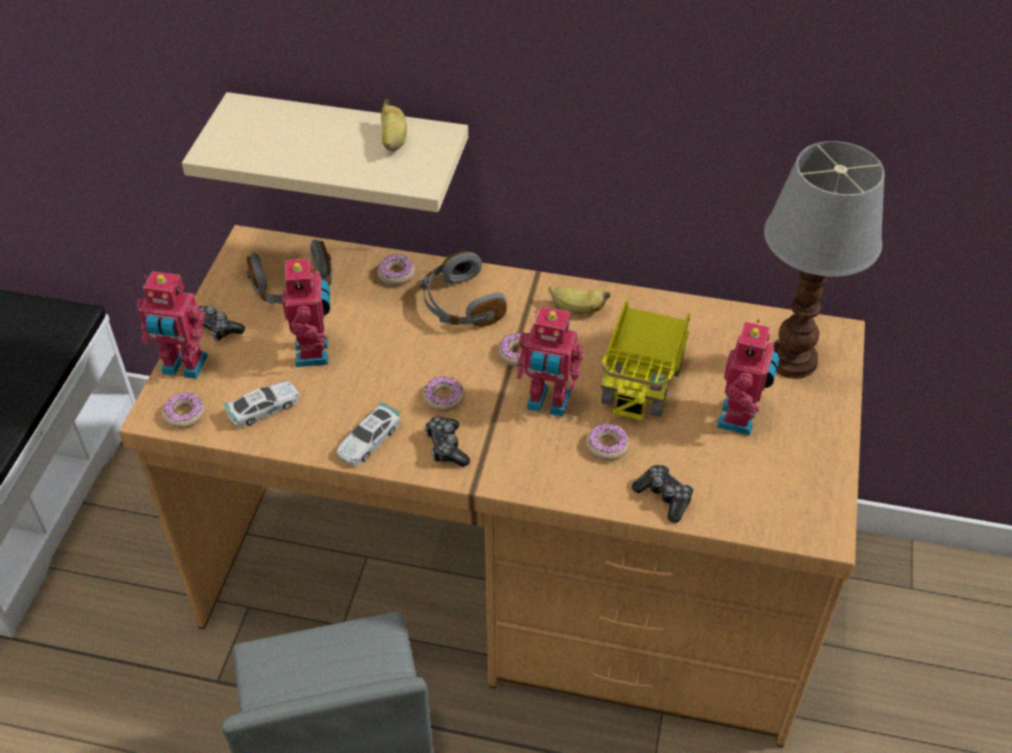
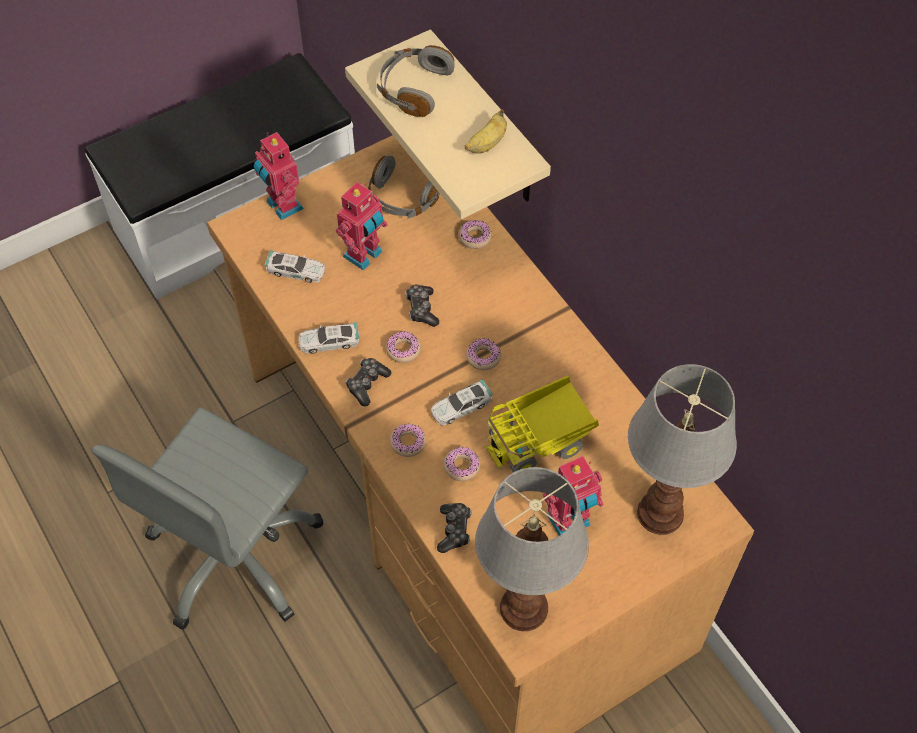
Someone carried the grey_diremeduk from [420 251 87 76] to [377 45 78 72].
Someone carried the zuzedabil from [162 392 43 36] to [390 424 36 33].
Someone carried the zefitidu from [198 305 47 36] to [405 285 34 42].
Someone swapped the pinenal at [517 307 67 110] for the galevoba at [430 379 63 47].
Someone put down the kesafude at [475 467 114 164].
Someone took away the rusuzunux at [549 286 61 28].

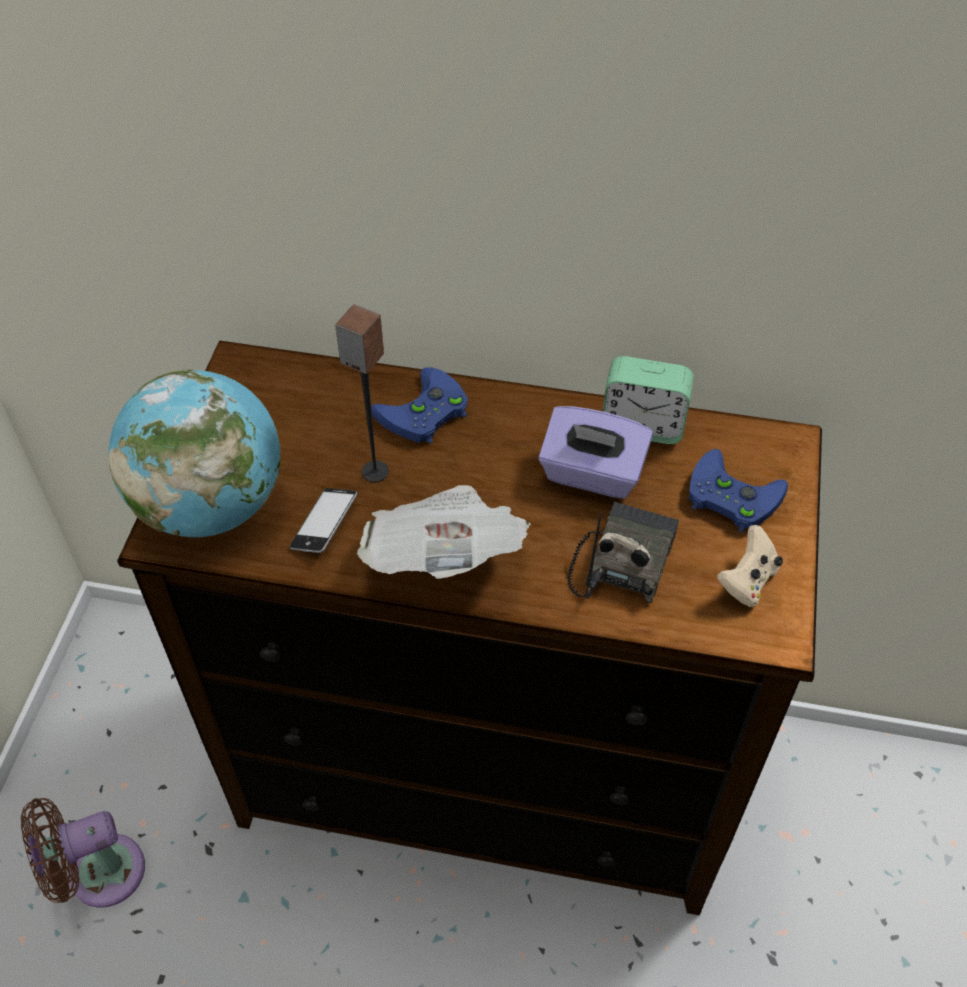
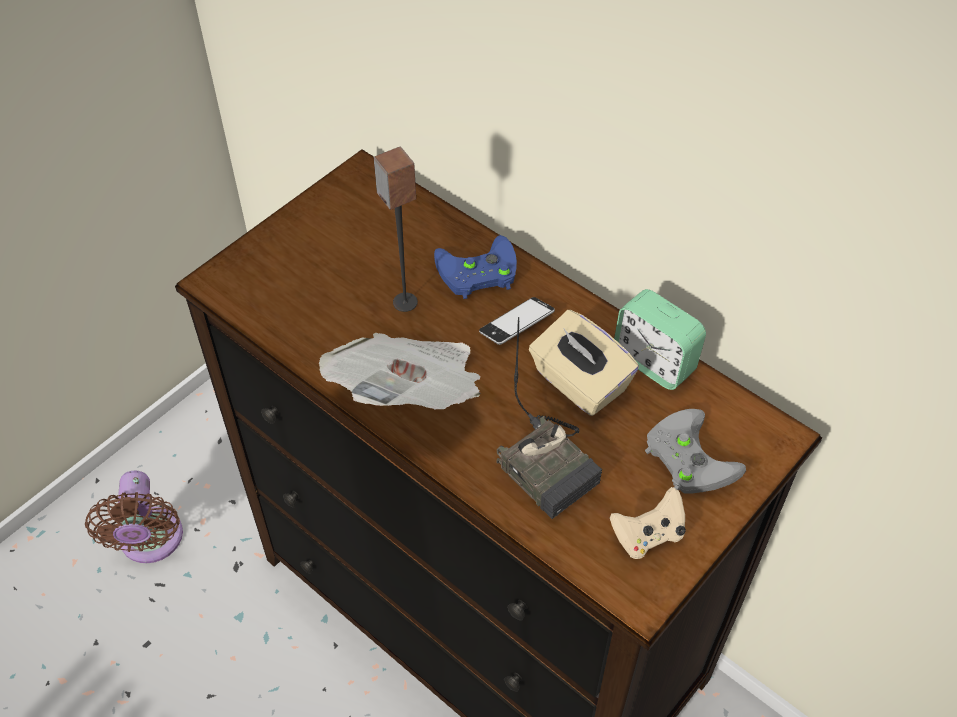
Someone rotated the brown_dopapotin at [21 798 124 110] by 105 degrees counterclockwise.
Someone carried the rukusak from [290 488 67 65] to [479 297 76 48].
Someone rotated the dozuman at [567 502 112 101] by 90 degrees clockwise.
Someone repainted the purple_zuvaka at [538 406 115 93], which became the beige_zuvaka at [529 310 110 106].
Someone repainted the blue_zefitidu at [689 449 99 83], which became the grey_zefitidu at [645 409 101 85].
Someone took away the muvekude at [109 369 172 168].

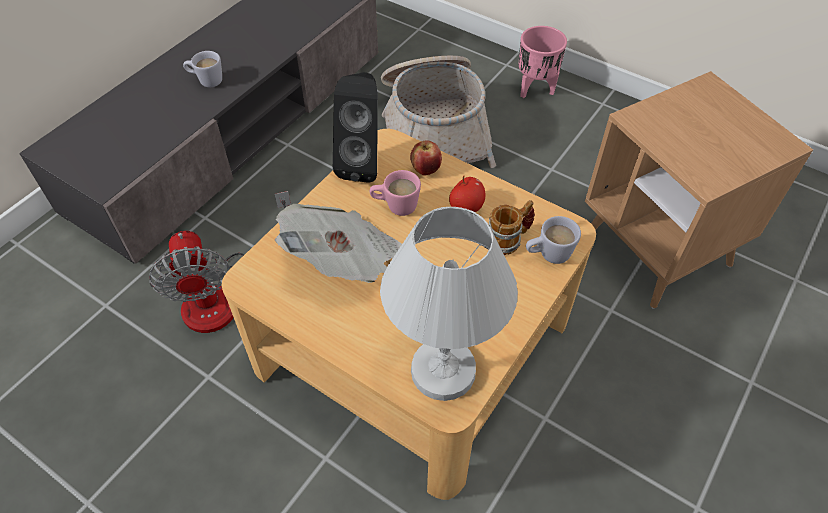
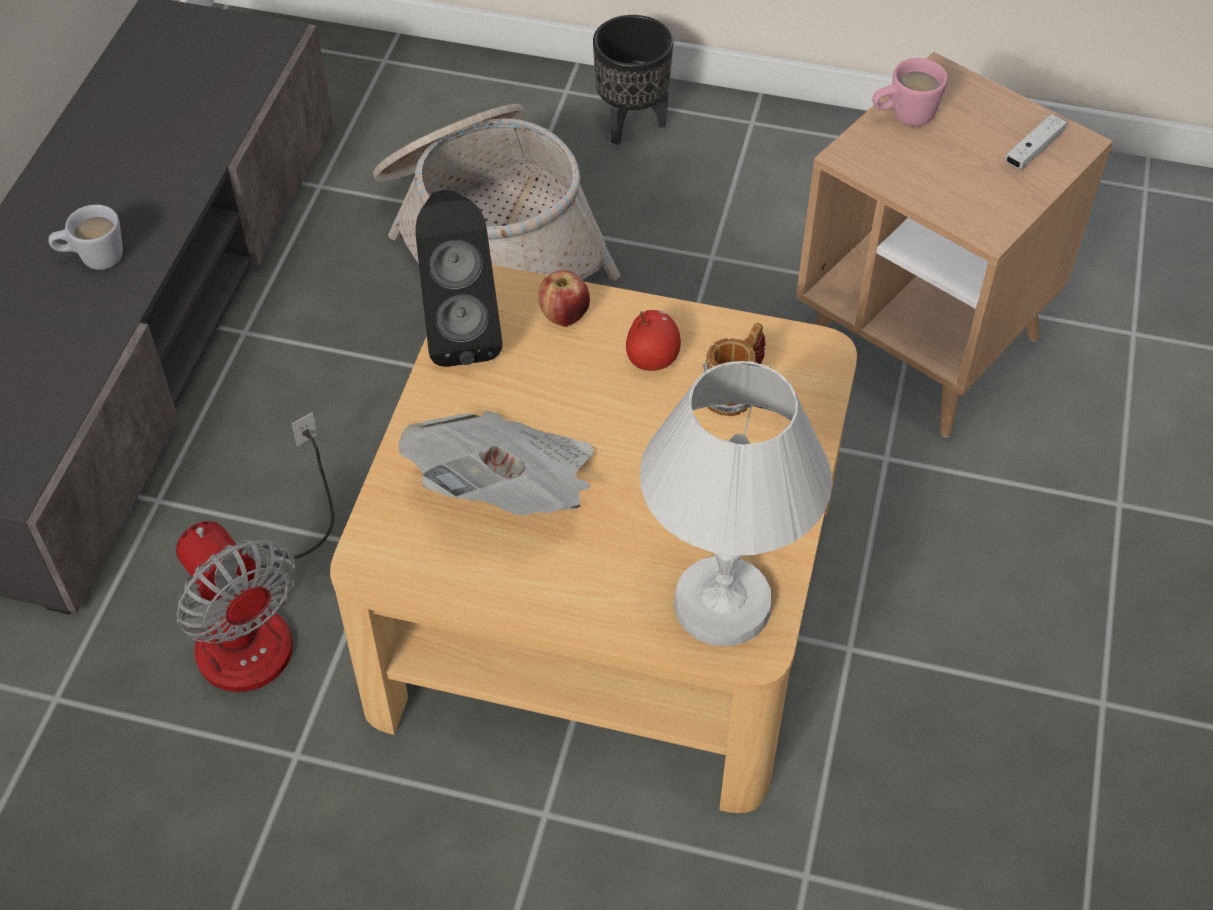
Someone repainted the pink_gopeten at [519 26 48 72], which became the black_gopeten at [593 15 80 130].
Someone carried the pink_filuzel from [370 170 51 46] to [872 58 76 68].
Someone put down the white_zefitidu at [1005 114 62 55].
Someone took away the white_filuzel at [526 216 55 48].

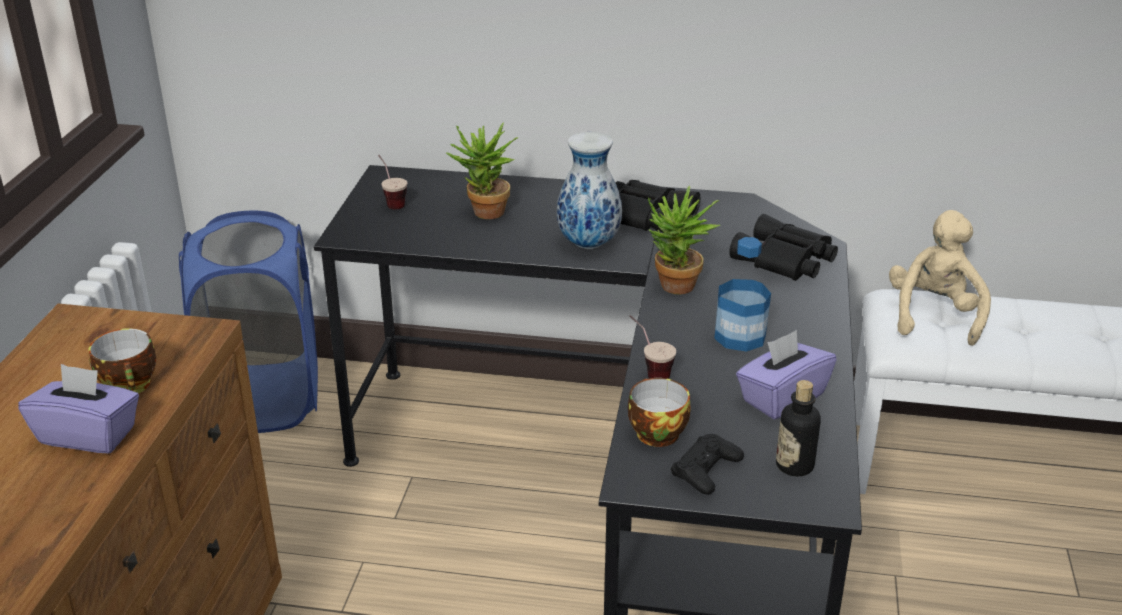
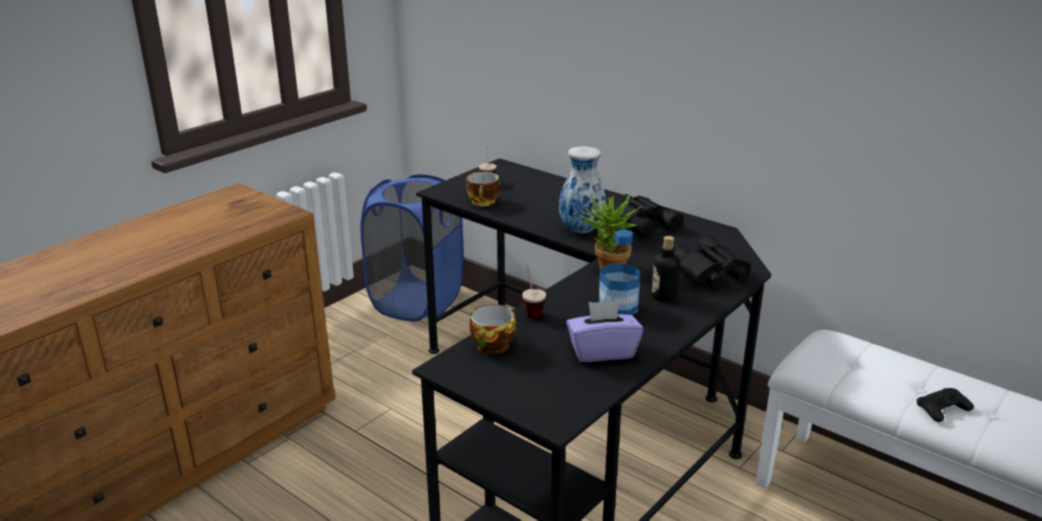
Someone carried the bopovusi from [88 328 68 65] to [466 172 34 34].
Someone carried the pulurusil from [776 380 45 96] to [652 236 28 66].
Someone carried the black_zefitidu from [671 434 73 61] to [916 388 58 34].
Someone took away the purple_zuvaka at [18 364 121 89].
Someone took away the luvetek at [446 122 73 97].
Someone took away the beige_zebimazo at [889 210 102 136].

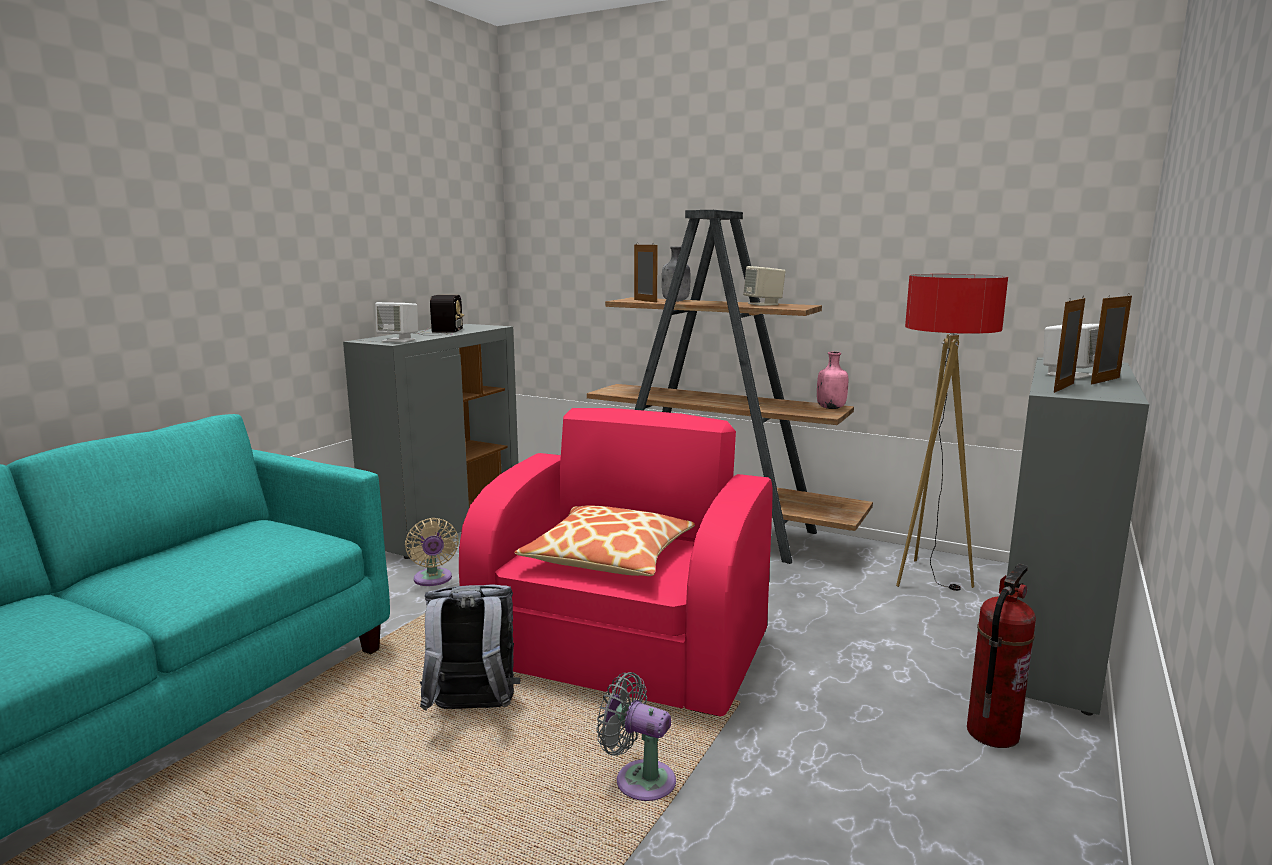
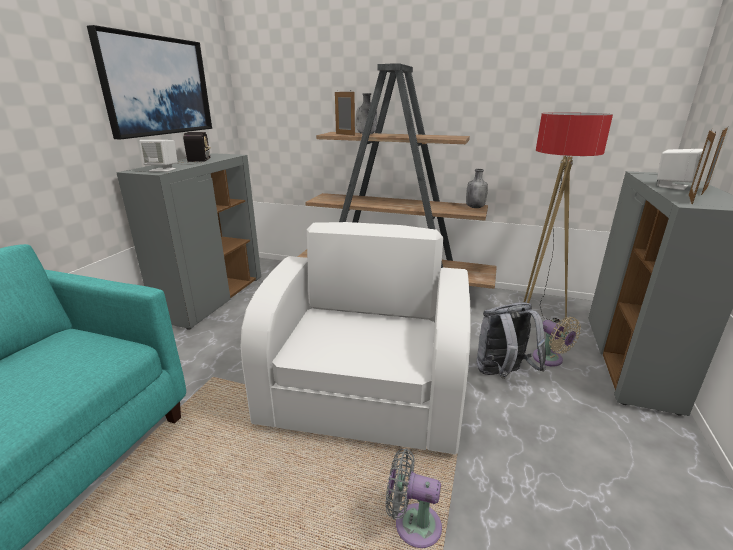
Someone put up the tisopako at [87 25 125 115].
Someone repainted the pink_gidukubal at [459 408 313 308], which became the white_gidukubal at [241 222 230 232].
Someone repainted the pink_pulurusil at [817 352 31 57], which became the grey_pulurusil at [466 169 22 39].
Someone carried the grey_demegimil from [420 584 100 127] to [476 303 70 76].
Someone carried the beige_dopapotin from [405 518 54 68] to [532 317 49 50].
Someone took away the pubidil at [515 506 180 70].
Someone took away the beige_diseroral at [743 266 42 40].
Someone took away the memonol at [967 564 69 184].

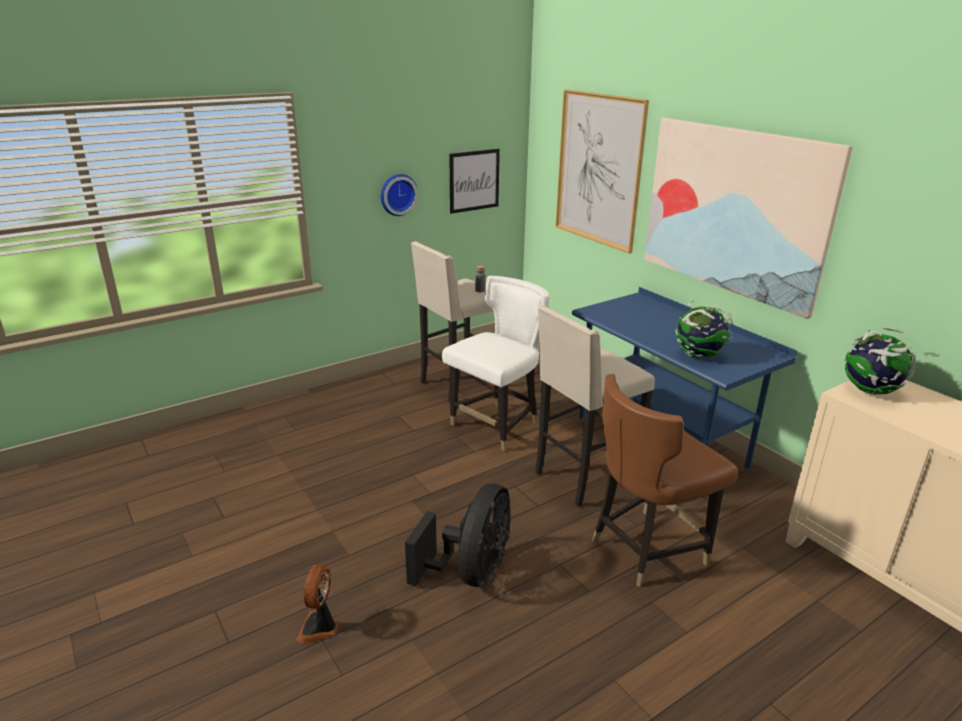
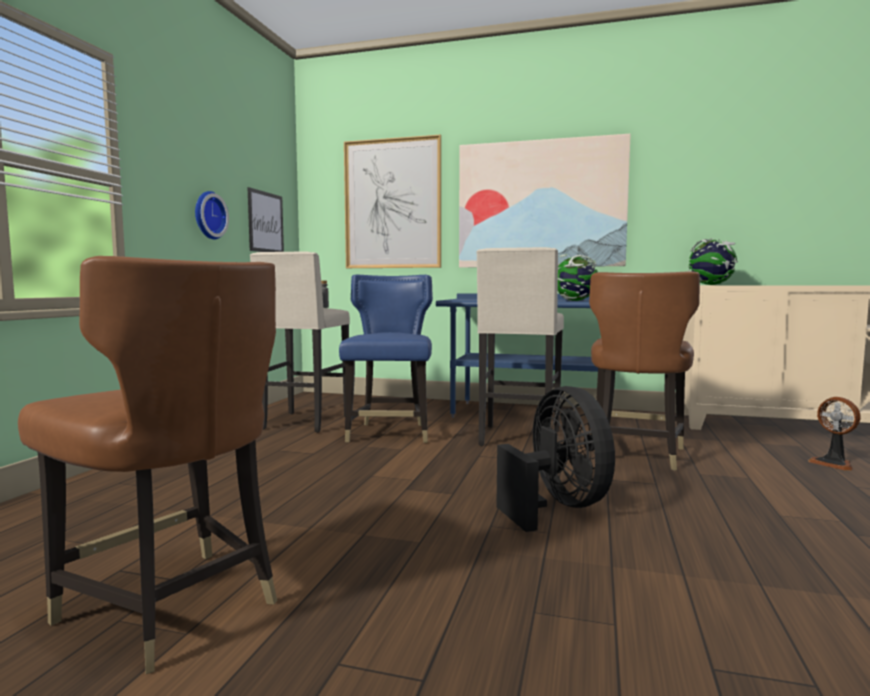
Someone put down the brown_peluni at [18 256 259 418].
Someone repainted the white_peluni at [442 276 107 175], which became the blue_peluni at [339 274 94 169].
Someone carried the dopapotin from [296 565 44 79] to [808 397 53 74].

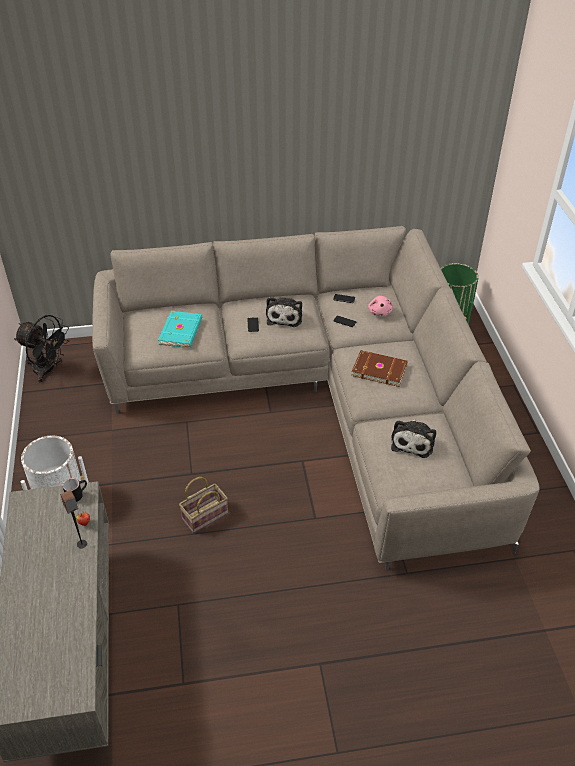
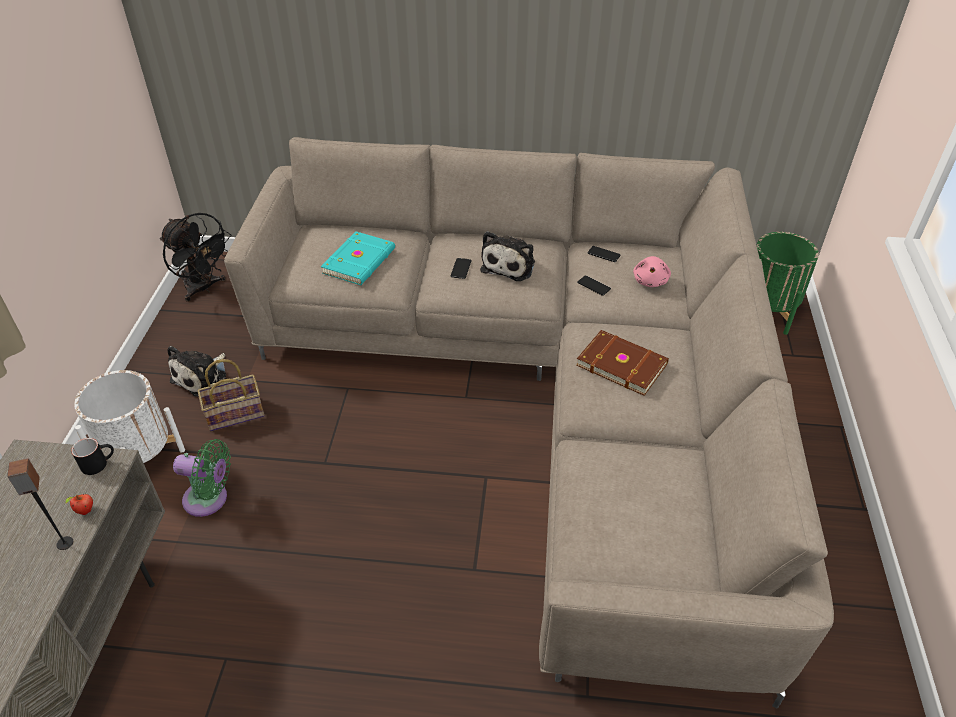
Someone carried the zebimazo from [391 419 45 39] to [168 346 58 51].
Someone put down the green_dopapotin at [173 439 58 78].
Someone carried the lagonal from [179 477 49 56] to [198 359 66 72].

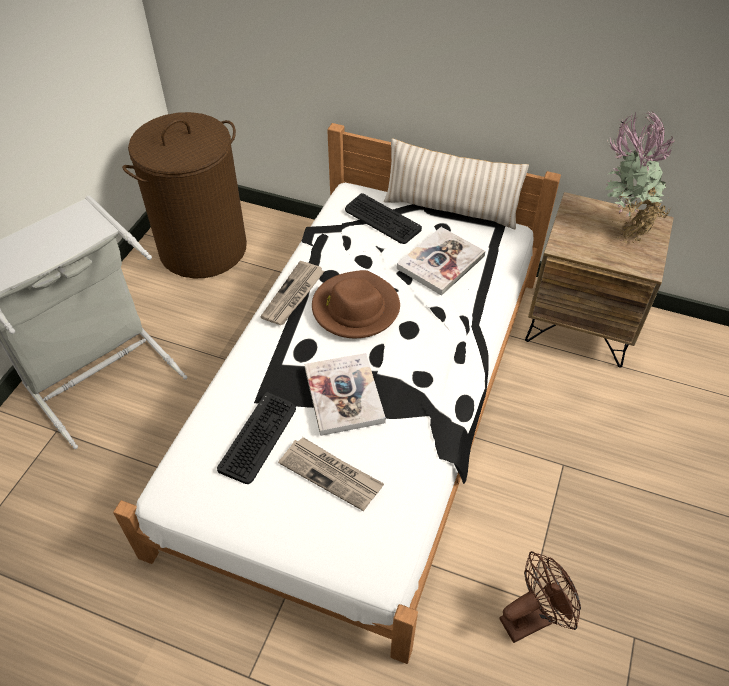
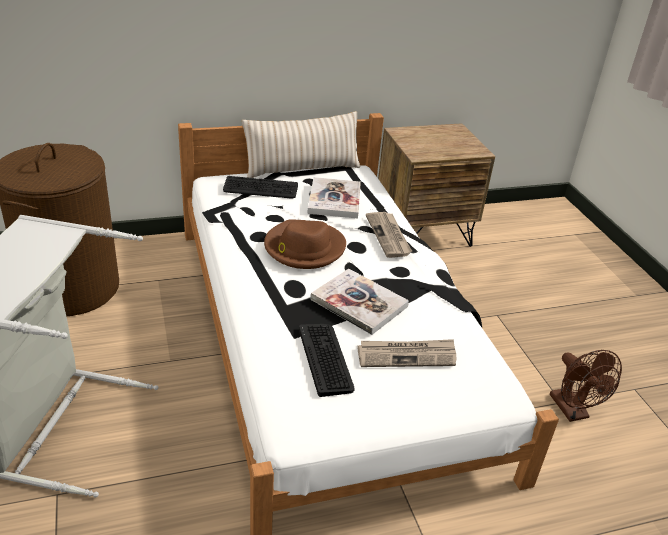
Someone carried the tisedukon from [260 261 65 64] to [366 212 46 46].
Someone rotated the brown_dopapotin at [499 551 82 92] by 135 degrees clockwise.
Someone took away the luvetek at [605 110 70 133].

